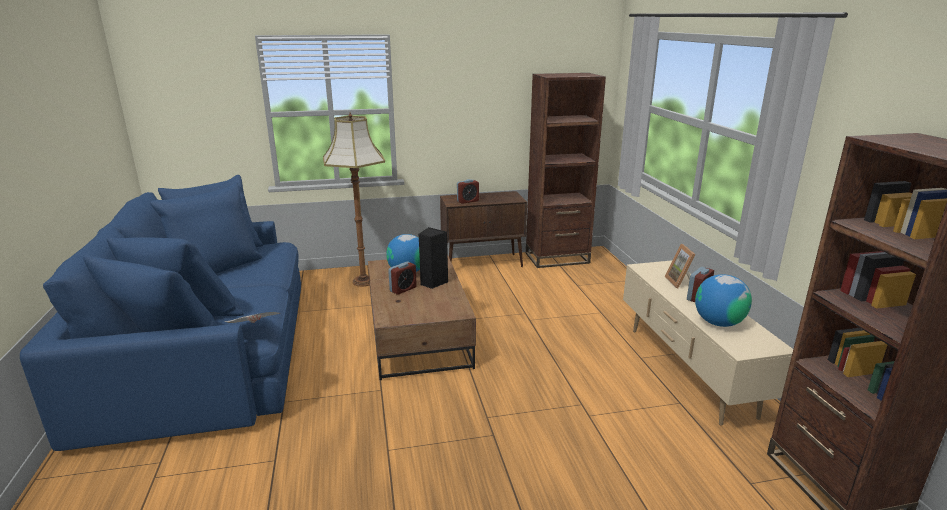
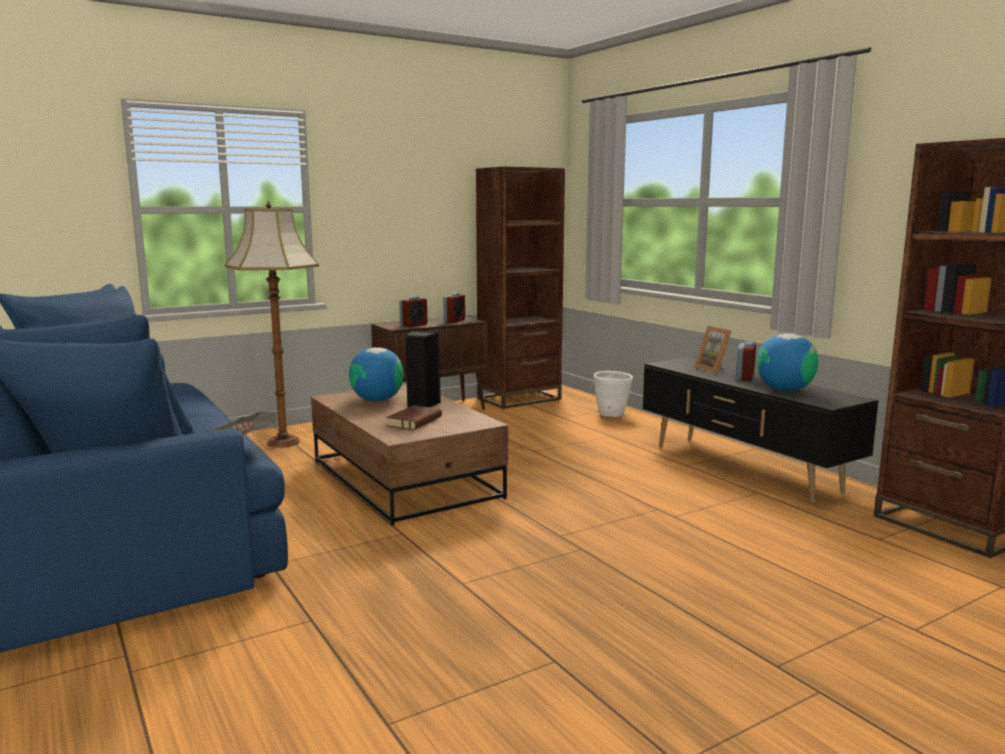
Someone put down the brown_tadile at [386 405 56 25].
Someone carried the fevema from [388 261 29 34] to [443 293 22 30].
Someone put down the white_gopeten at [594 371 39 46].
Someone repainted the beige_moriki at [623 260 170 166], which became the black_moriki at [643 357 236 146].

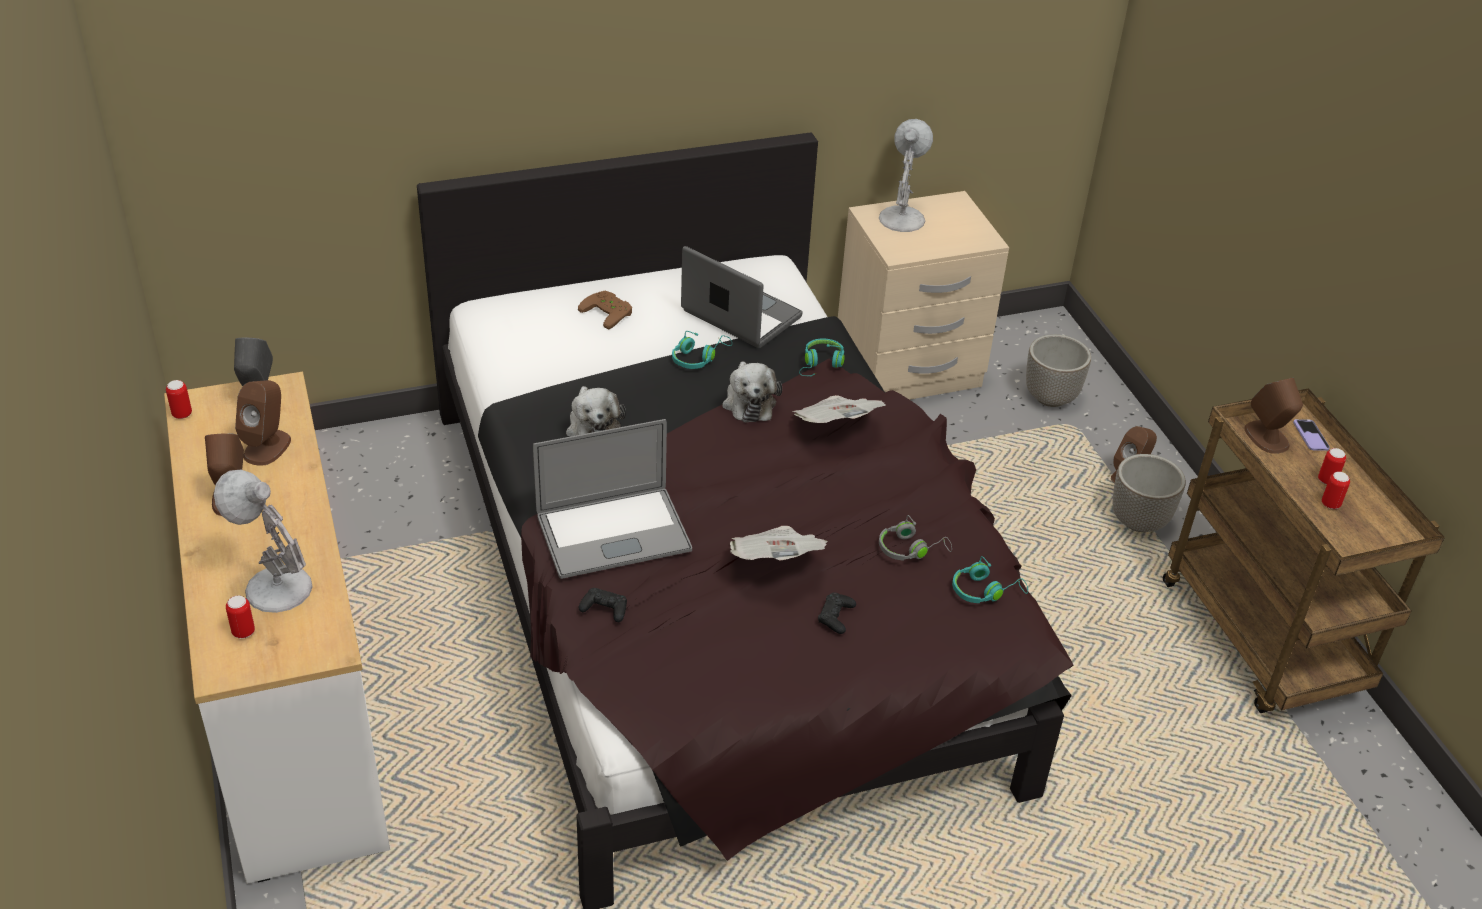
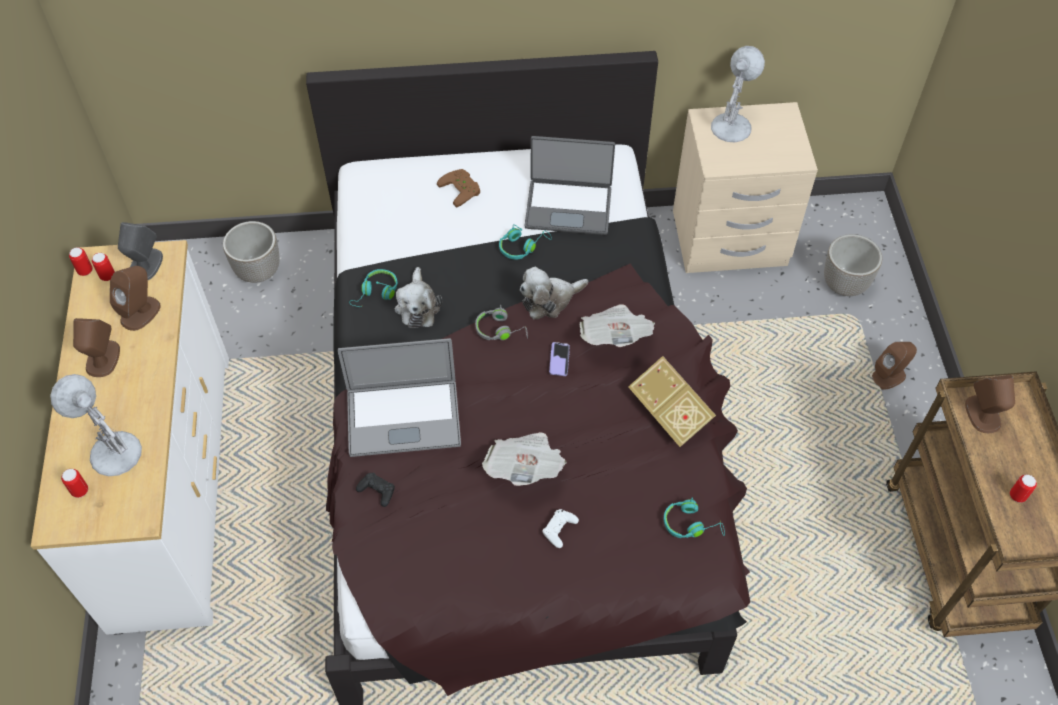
Someone carried the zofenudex from [1318 448 28 37] to [92 253 23 28].
Someone carried the gopeten from [1113 454 73 78] to [223 221 57 62].
Someone carried the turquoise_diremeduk from [799 339 46 37] to [349 269 49 38].
Someone carried the grey_diremeduk from [879 515 73 46] to [475 305 53 35].
Someone rotated the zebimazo at [722 361 60 62] by 60 degrees clockwise.
Someone rotated the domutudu at [681 246 122 102] by 135 degrees clockwise.
Someone repainted the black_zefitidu at [818 593 38 41], which became the white_zefitidu at [542 509 37 39].
Someone carried the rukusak from [1293 419 37 32] to [549 342 21 34].
Someone put down the tadile at [628 356 88 91].

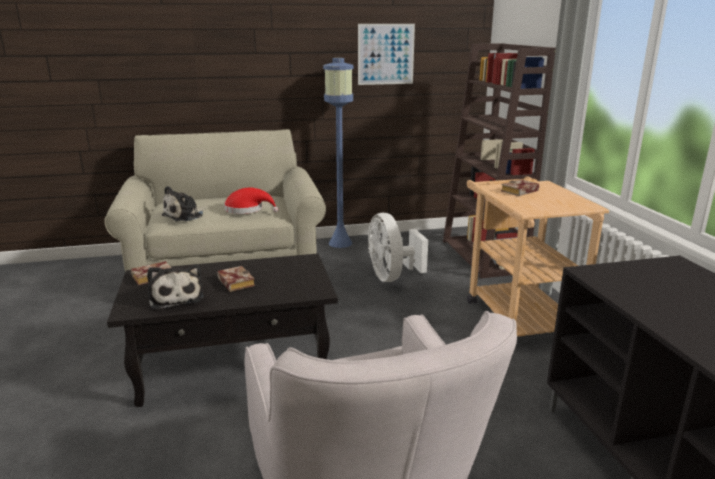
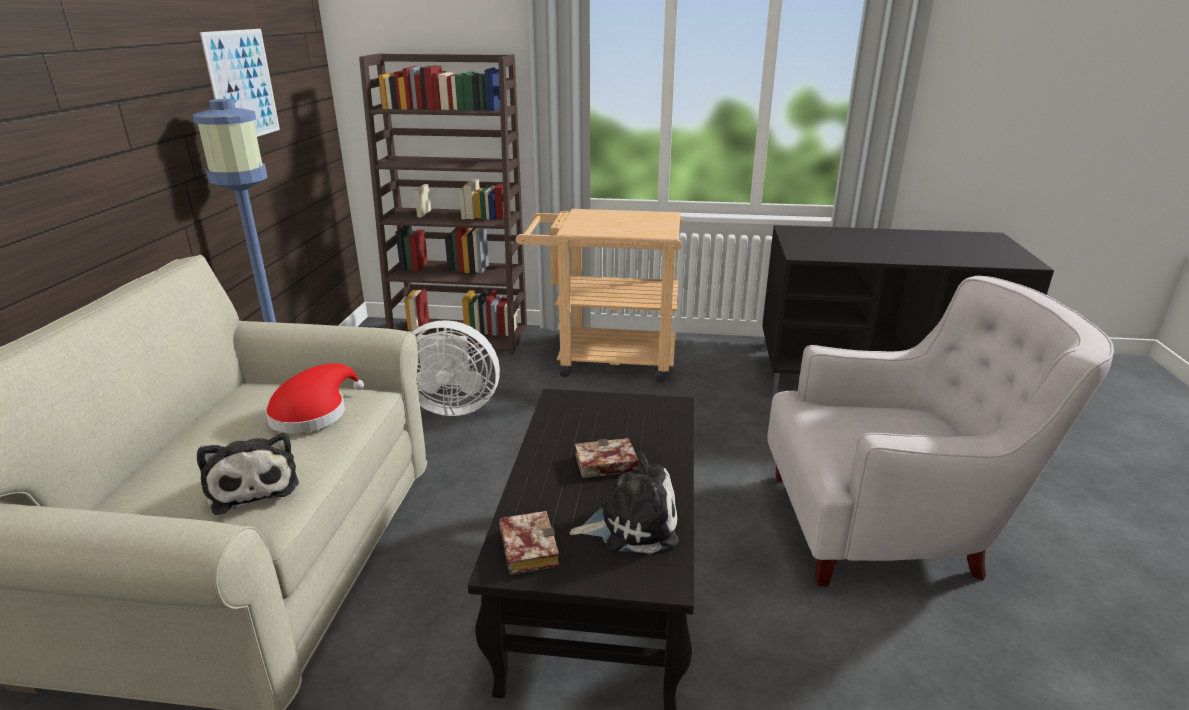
Someone took away the tadile at [501 179 38 17].

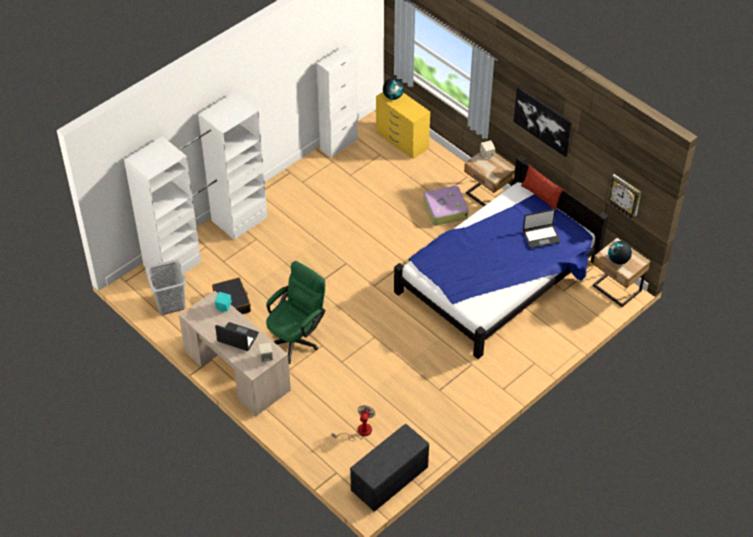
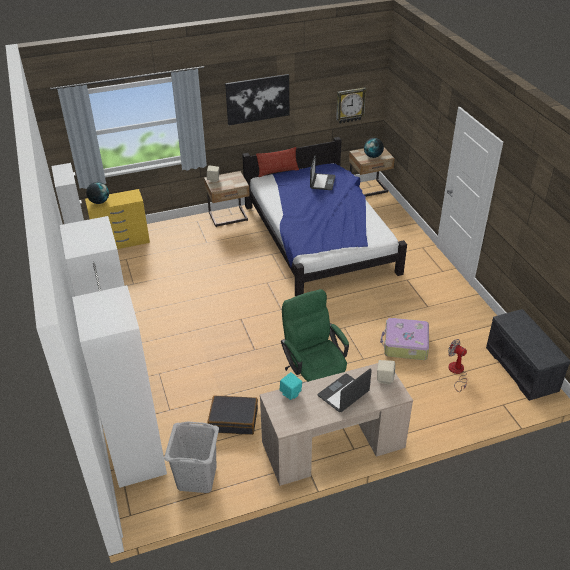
Someone carried the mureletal from [423 185 46 41] to [380 318 49 42].

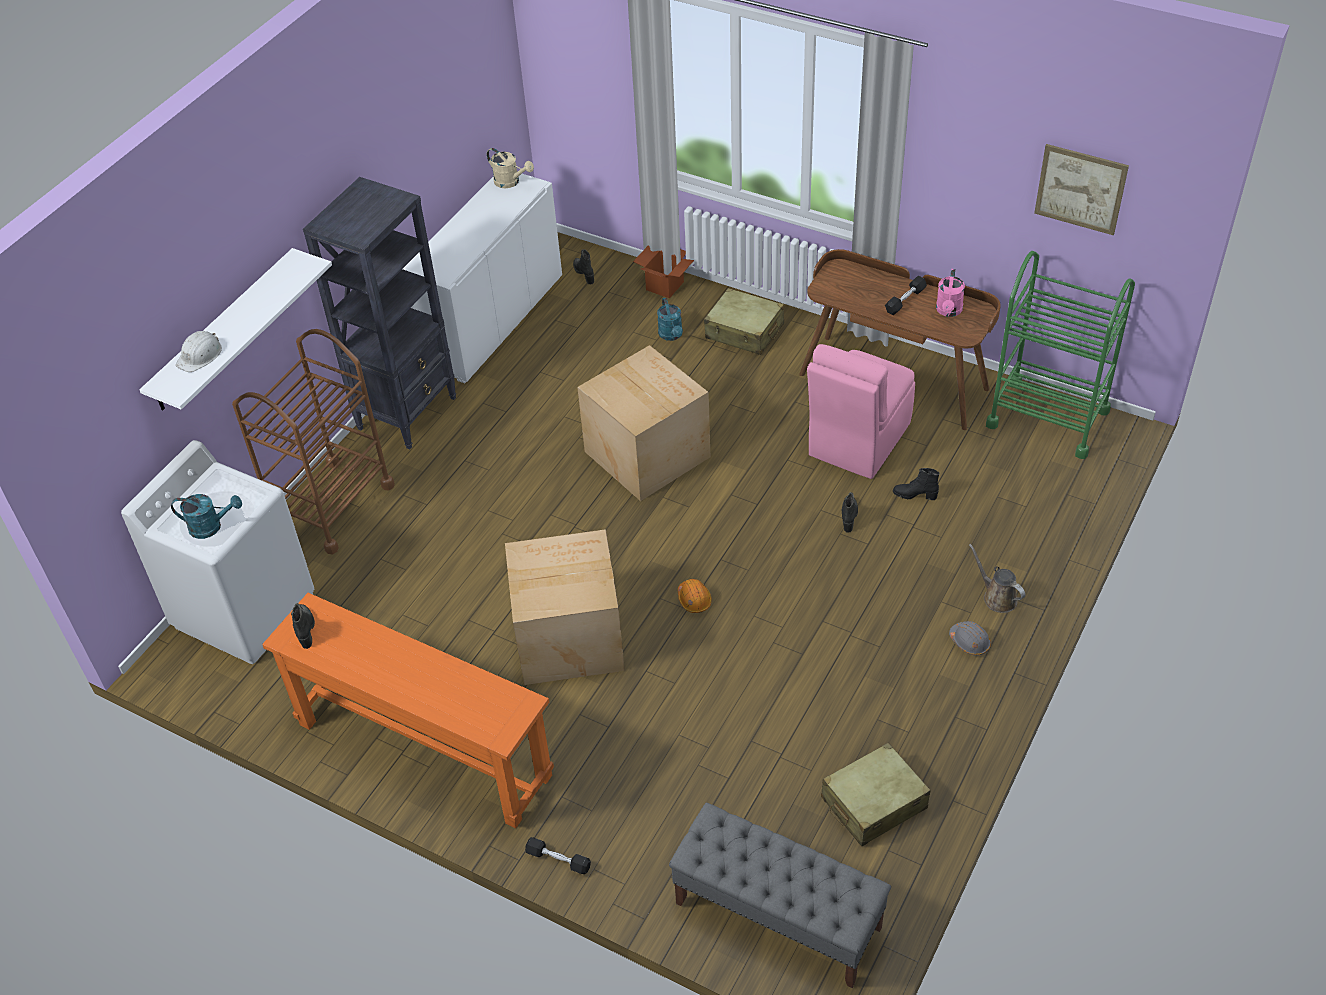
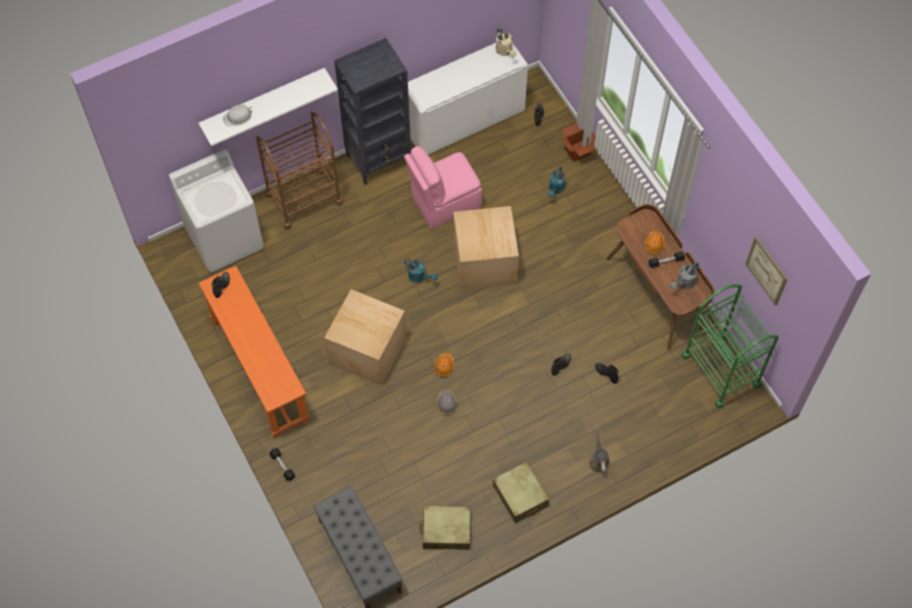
Someone carried the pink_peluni from [807 344 108 135] to [404 146 78 83].
Someone carried the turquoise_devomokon from [171 494 71 45] to [405 259 33 24].
Someone carried the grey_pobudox from [949 621 42 35] to [437 390 20 24].
Someone carried the beige_mureletal from [704 288 80 67] to [493 462 56 61].
Someone put down the orange_pobudox at [644 231 20 23].
Someone repainted the pink_devomokon at [936 269 29 48], which became the grey_devomokon at [670 262 29 28].

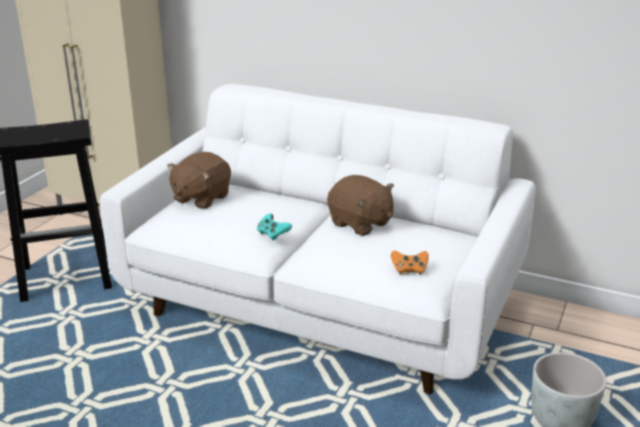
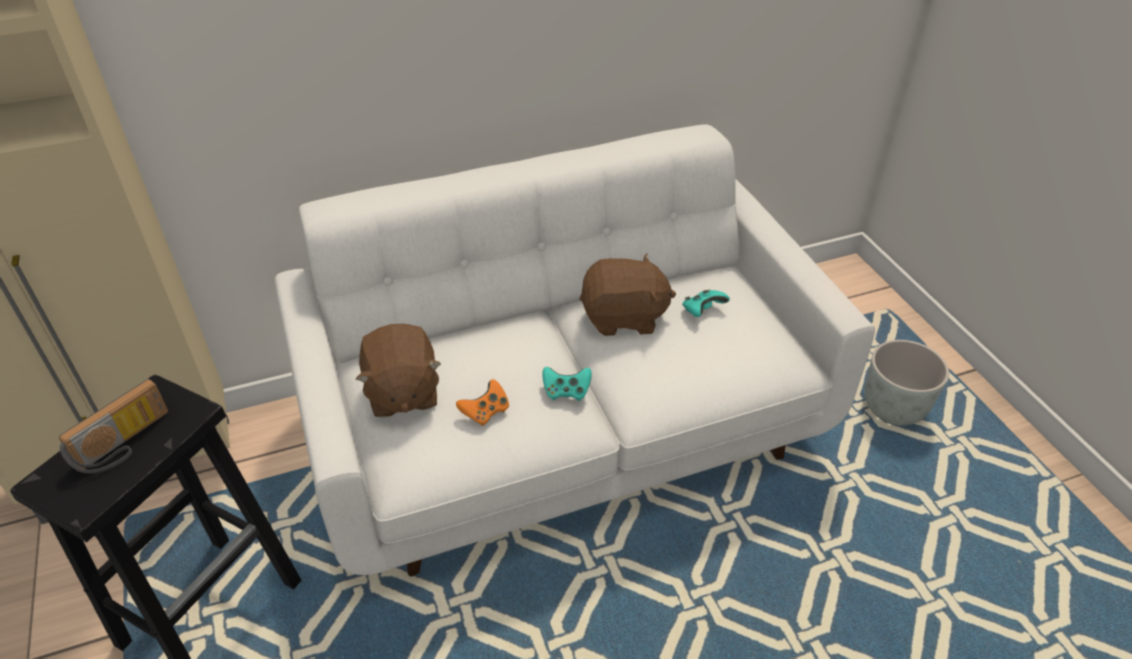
Someone put down the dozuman at [59 379 109 94].
Someone carried the orange_zefitidu from [391 251 38 24] to [456 379 53 47].
Someone put down the turquoise_zefitidu at [682 290 48 27].

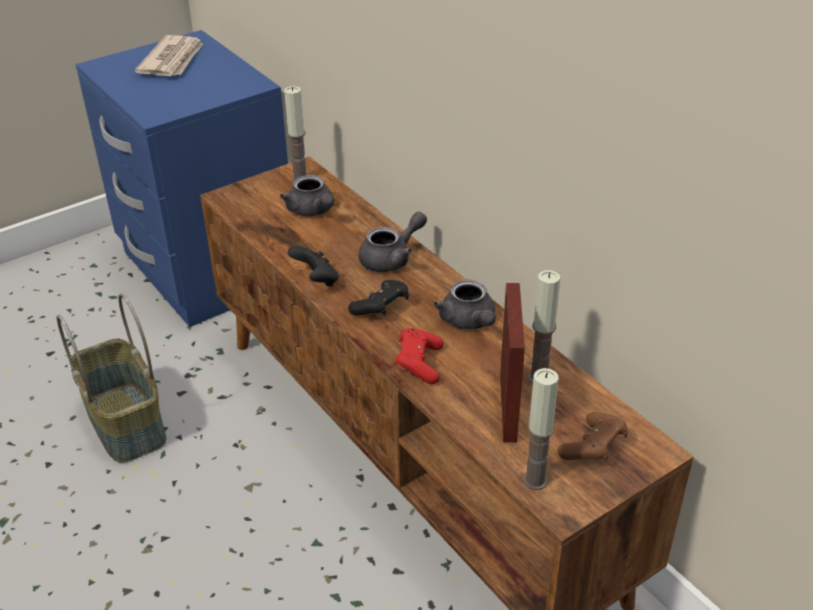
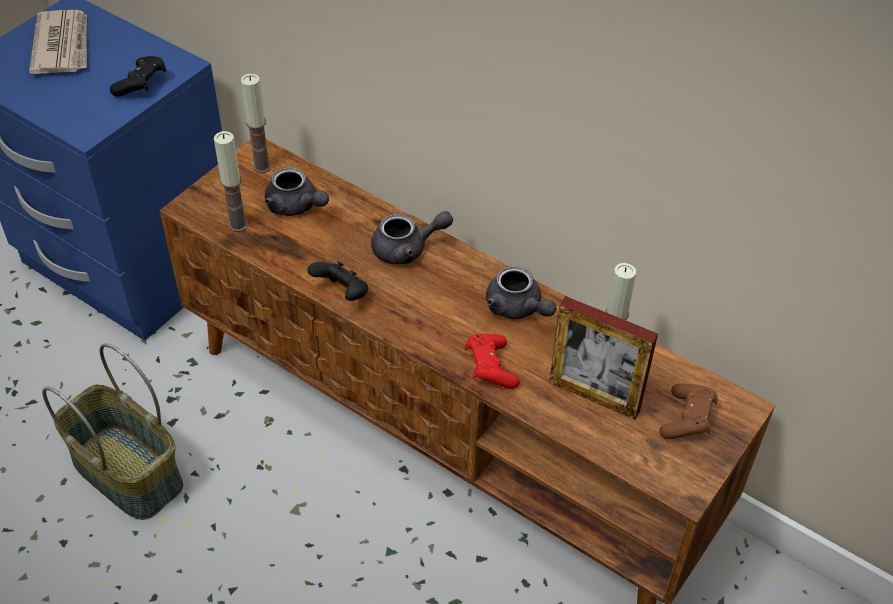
Someone carried the black_zefitidu from [348 280 61 36] to [110 56 56 41].
Someone carried the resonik from [523 368 36 122] to [214 131 34 101].
Someone rotated the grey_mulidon at [359 212 68 60] by 45 degrees clockwise.
Someone rotated the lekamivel at [500 283 25 160] by 135 degrees clockwise.

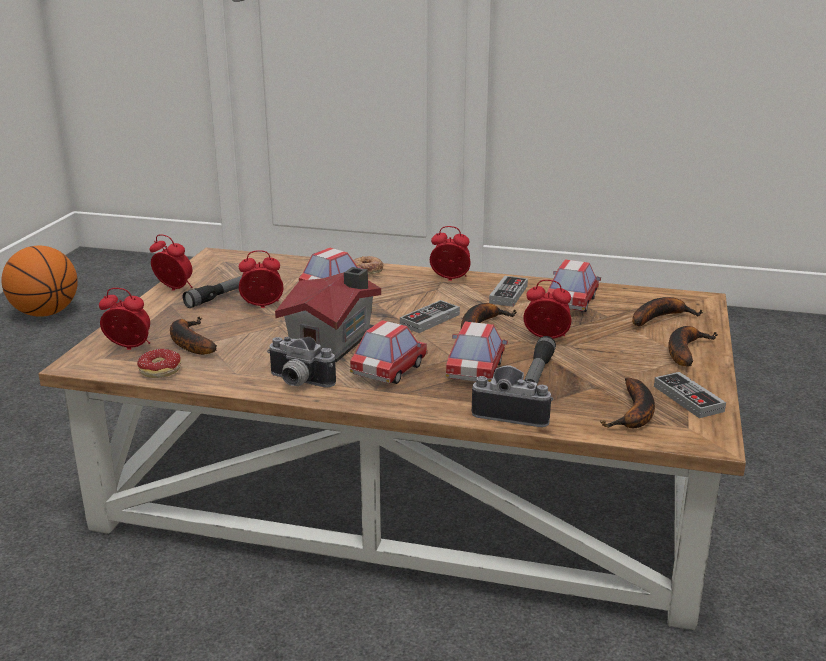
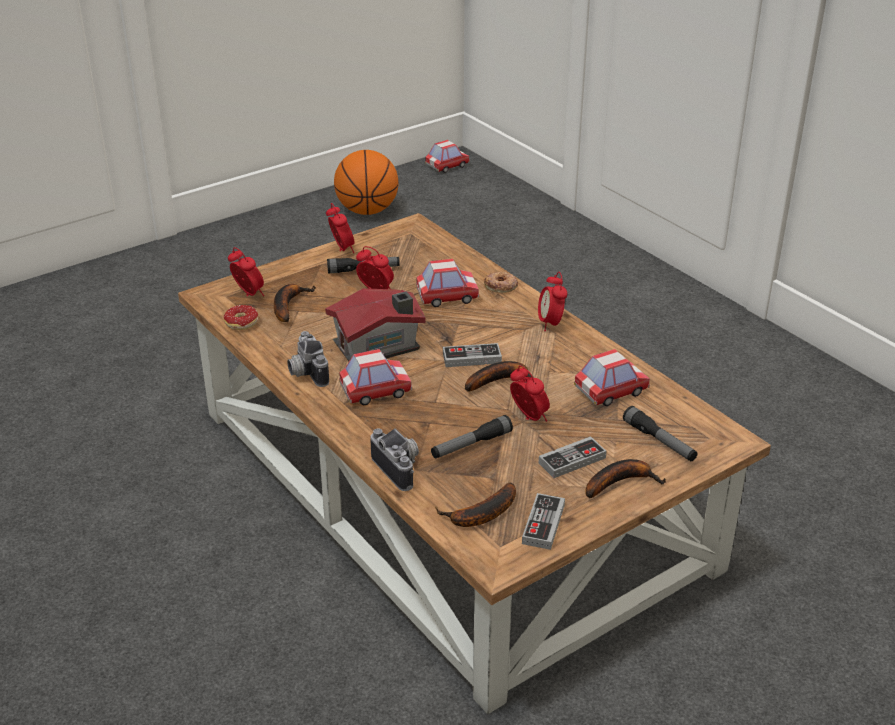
Someone carried the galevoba from [446 322 62 60] to [425 140 45 33].
Someone rotated the fevema at [430 226 41 55] by 150 degrees counterclockwise.
Someone carried the zefitidu from [489 276 39 31] to [539 436 68 42].
Someone swapped the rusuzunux at [632 297 71 30] for the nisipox at [623 406 75 55].

